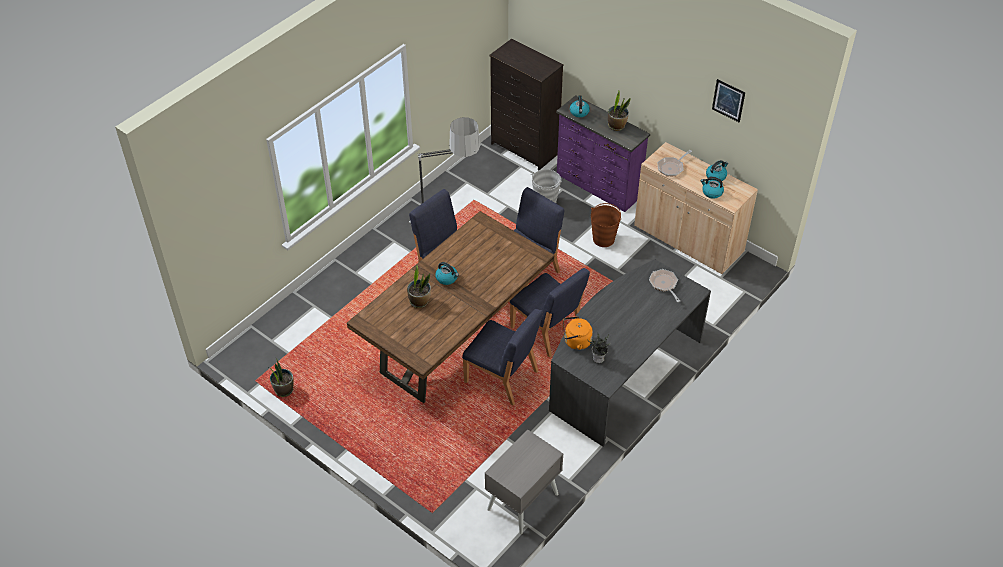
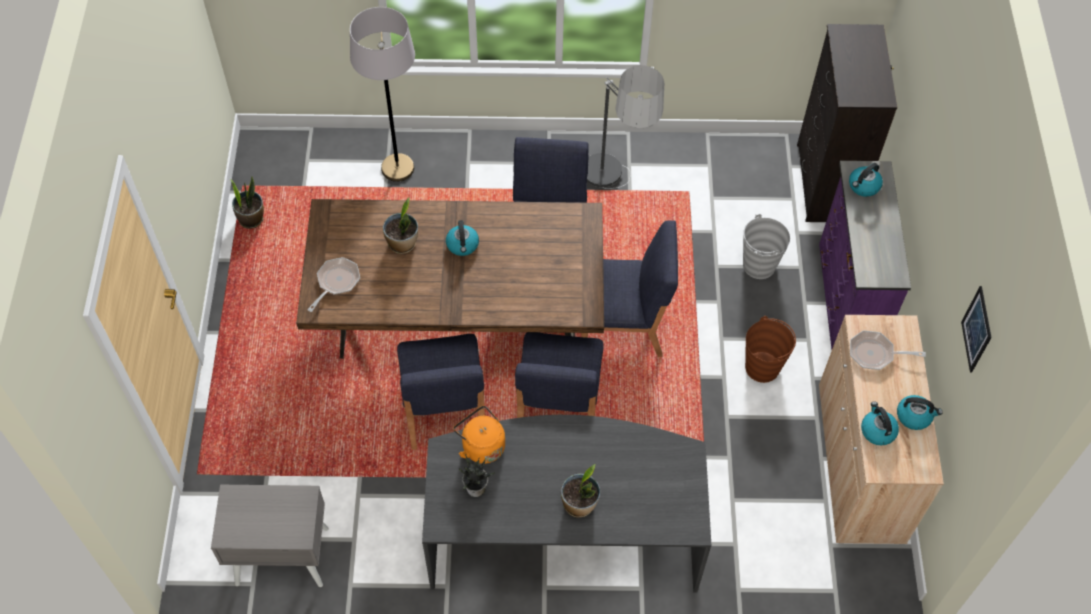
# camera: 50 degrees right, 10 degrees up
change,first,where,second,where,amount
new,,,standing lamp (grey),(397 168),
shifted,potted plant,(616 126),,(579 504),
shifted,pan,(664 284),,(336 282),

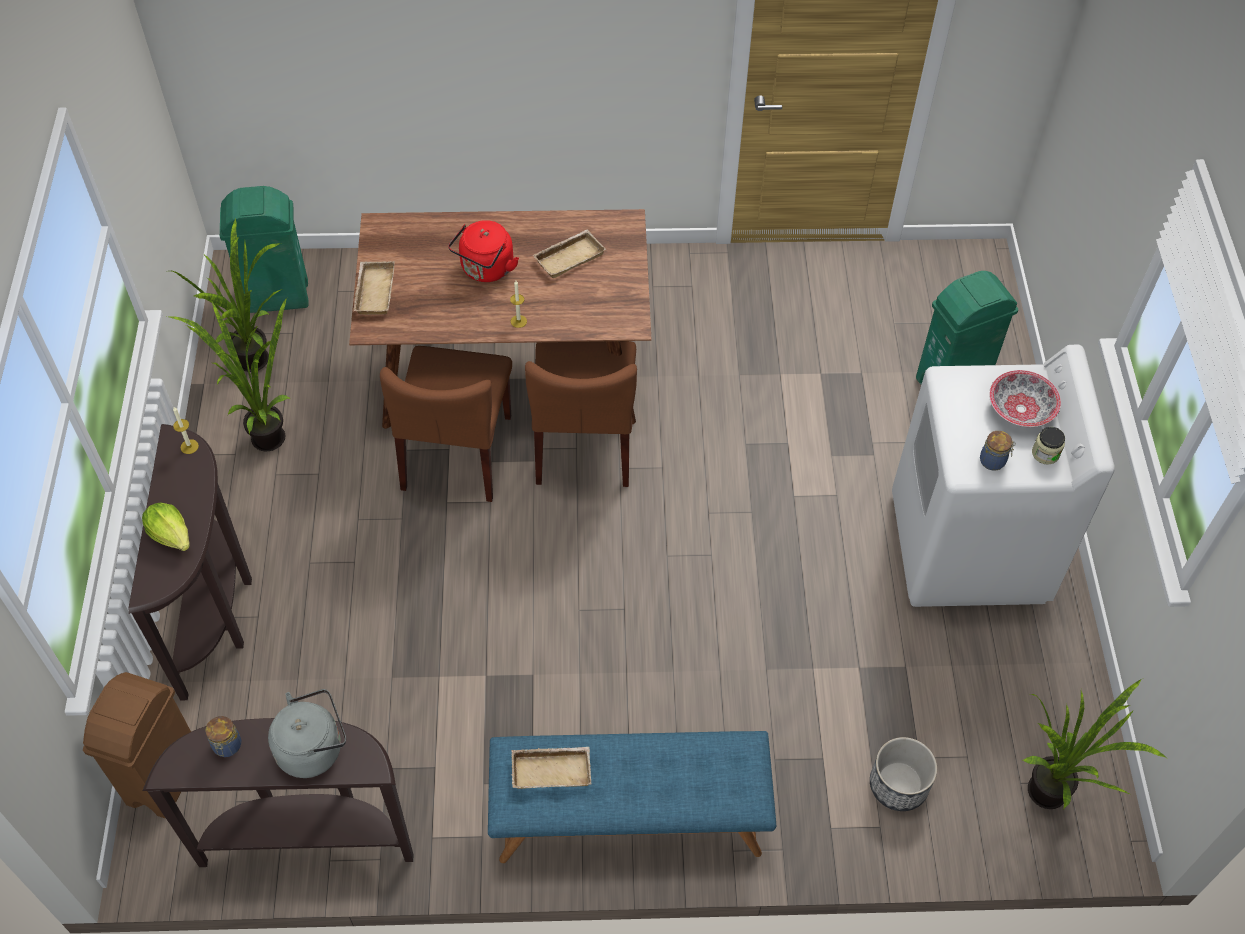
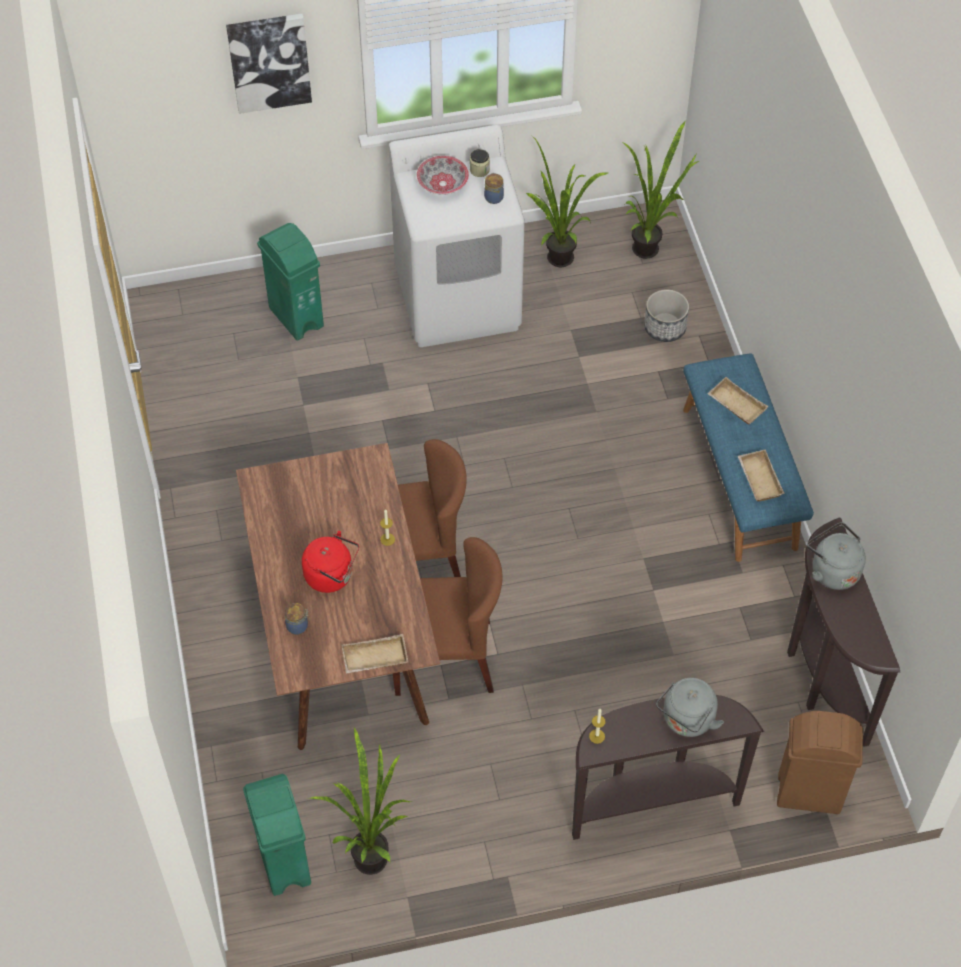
# camera: 100 degrees left, 0 degrees up
change,first,where,second,where,amount
new,,,wall picture,(269 62),
shifted,potted plant,(262 435),,(557 263),
shifted,preserve jar,(227 746),,(298 626),
shifted,tray (sand-coloured),(569 256),,(735 405),
swapped,head of lettuce,(171 535),water kettle (grey),(686 721),

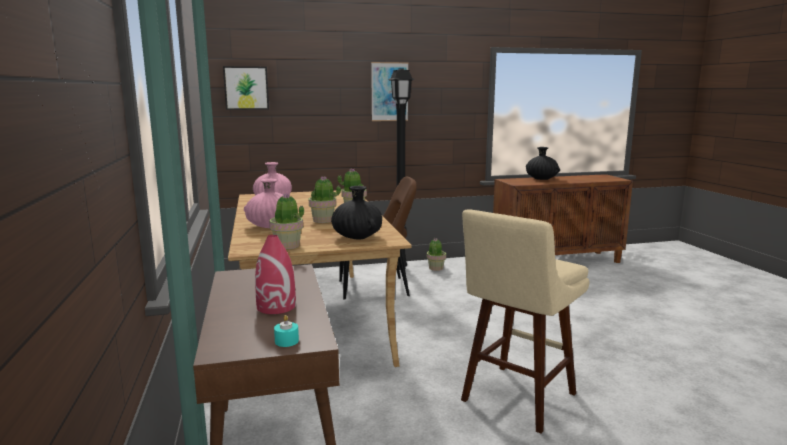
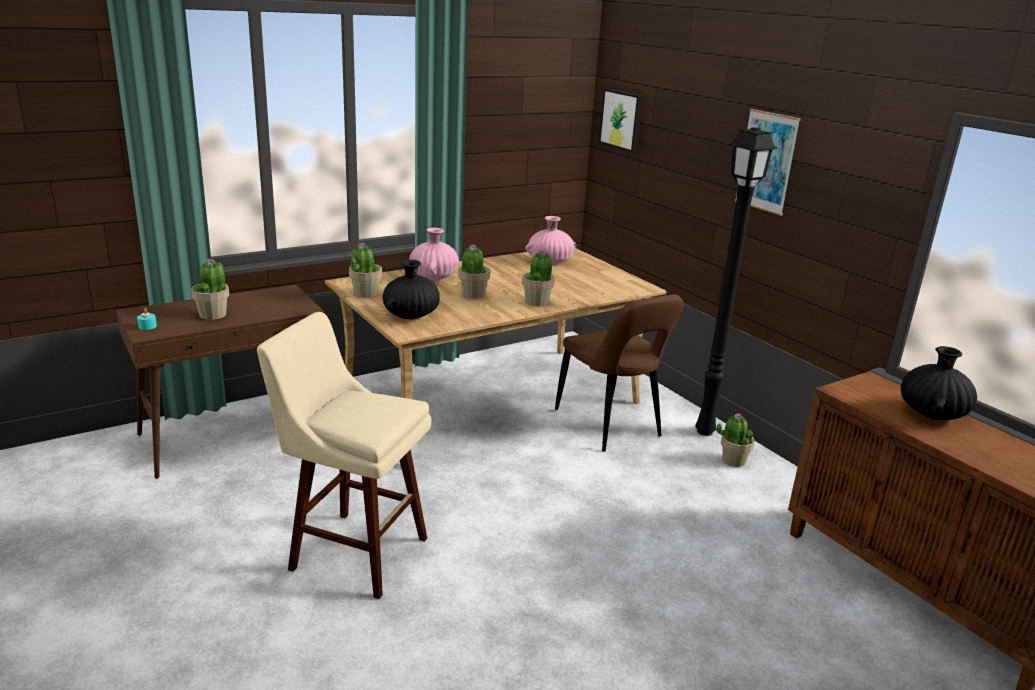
# camera: 70 degrees right, 10 degrees up
change,first,where,second,where,amount
swapped,vase (reddish),(276 307),potted plant,(213 314),

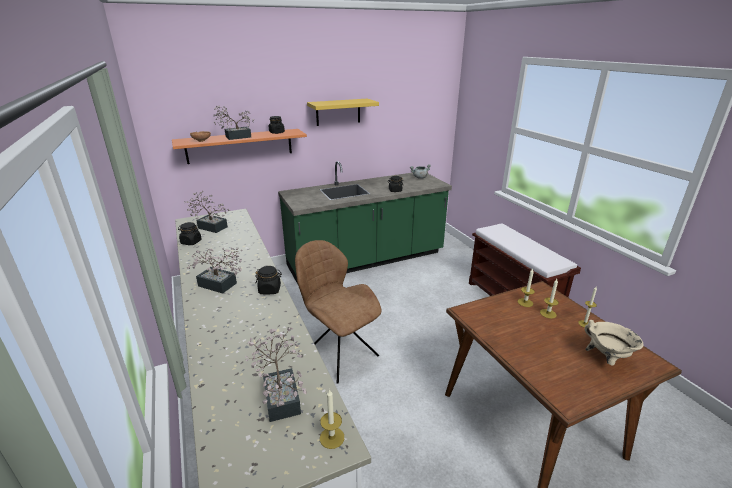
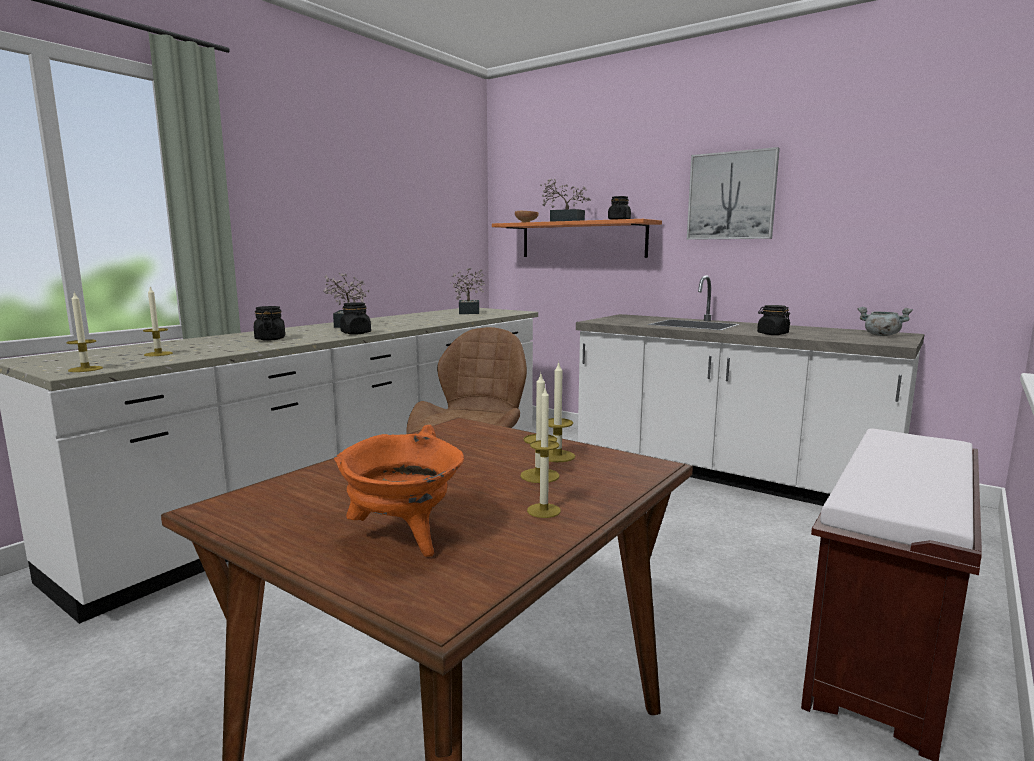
# camera: 60 degrees right, 15 degrees down
change,first,where,second,where,amount
shifted,preserve jar (black-coloured),(191 242),,(270 339),
swapped,potted plant,(282 395),candle,(158 354),
swapped,shelf (yellow),(338 112),wall picture,(731 196),
repainted,kitchen base unit (green),(366 260),kitchen base unit (white-coloured),(726 474),
repainted,saucepot (sand-coloured),(606 359),saucepot (orange-coloured),(403 538),

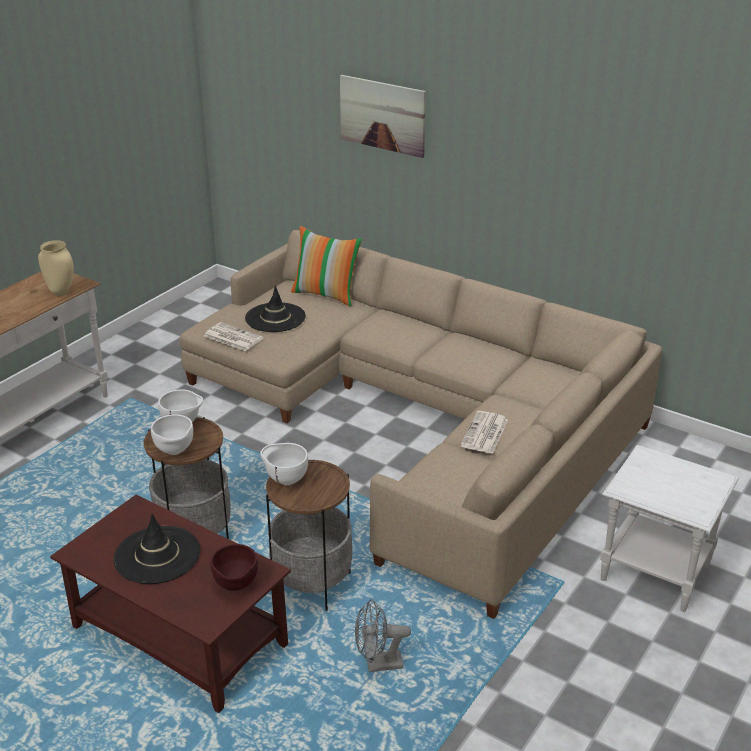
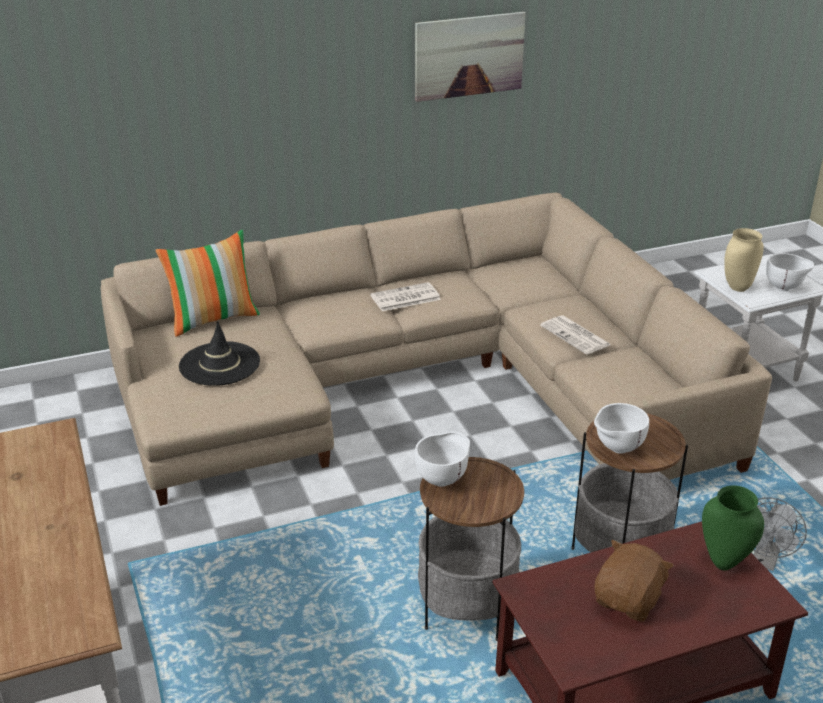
# camera: 55 degrees left, 0 degrees up
change,first,where,second,where,amount
shifted,vase (sand-coloured),(61 292),,(737 287),
shifted,deep dish (white-coloured),(175 452),,(785 288),
shifted,newspaper,(232 337),,(404 298),
shifted,wall picture,(382 115),,(469 56),
swapped,hat (black-coloured),(157 555),plush toy (brownish),(629 600),
swapped,deep dish (brownish),(236 587),vase (green),(724 562),

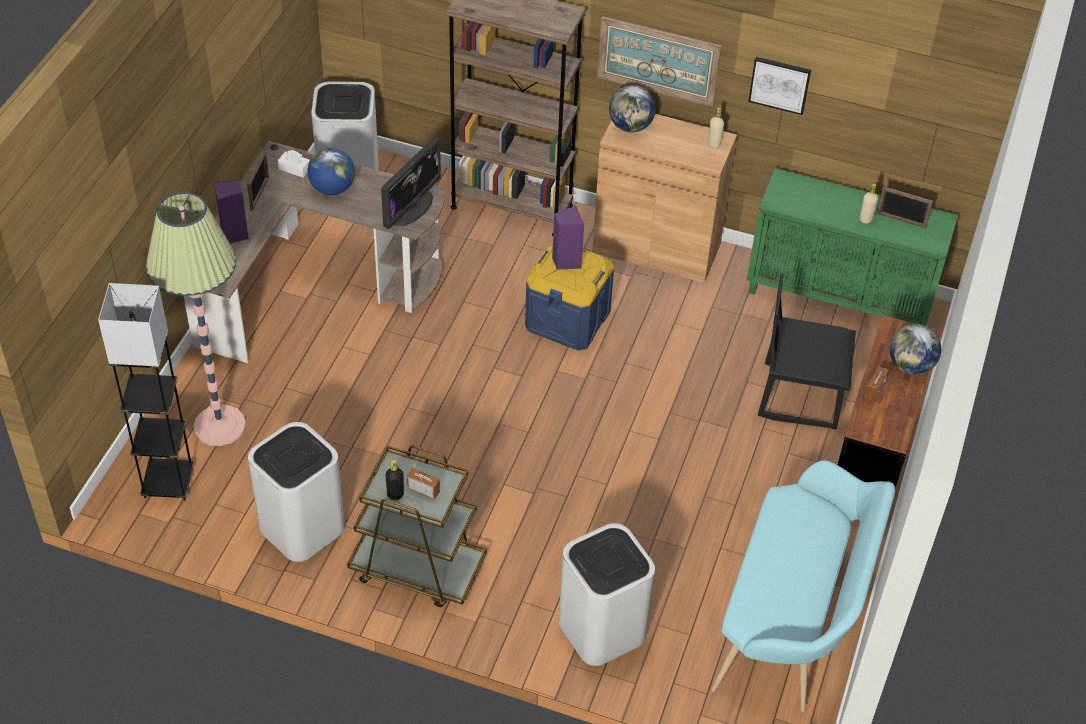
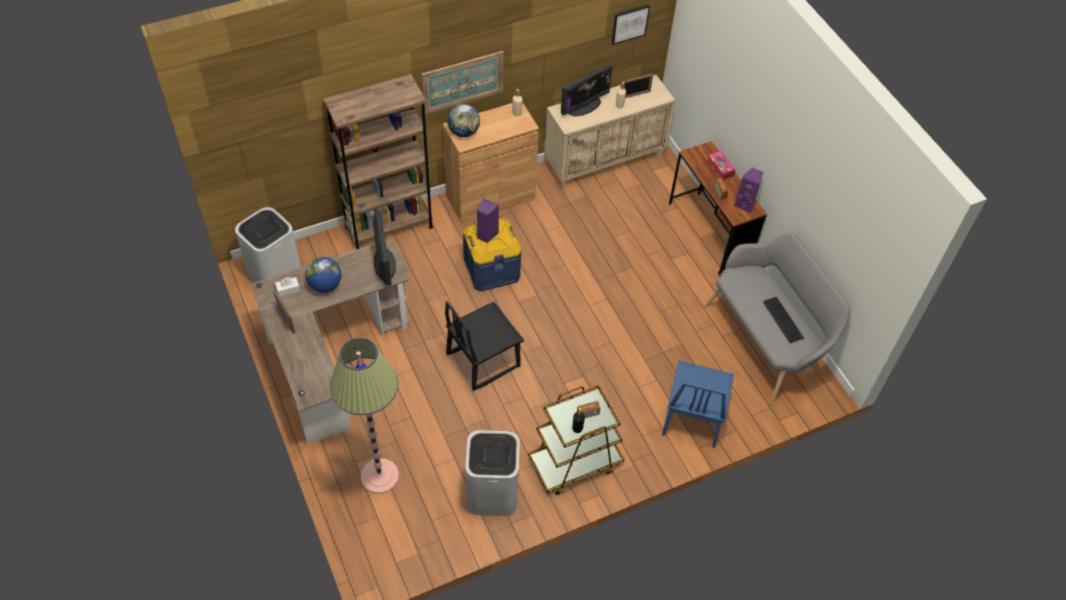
# camera: 45 degrees left, 5 degrees up
change,first,where,second,where,amount
gone,standing lamp (grey),(168 483),,,
new,,,computer screen,(584 106),
new,,,keyboard,(783 319),
shifted,audio speaker (purple-coloured),(234 235),,(745 205),
shifted,wall picture,(779 84),,(629 23),
shifted,chair (black-coloured),(800 395),,(482 360),
swapped,rubbish bin (white-coloured),(601 628),chair (blue-coloured),(692 417),
swapped,desk globe,(910 366),tissue box,(720 168),
repainted,long seat (turquoise-coloured),(792 624),long seat (grey),(766 342),
repainted,storage cabinet (green),(840 297),storage cabinet (sand-coloured),(604 160),

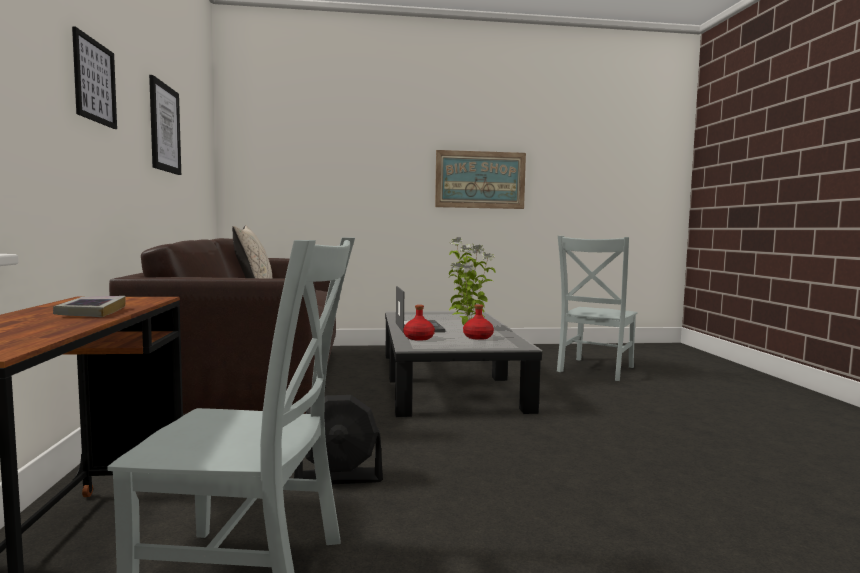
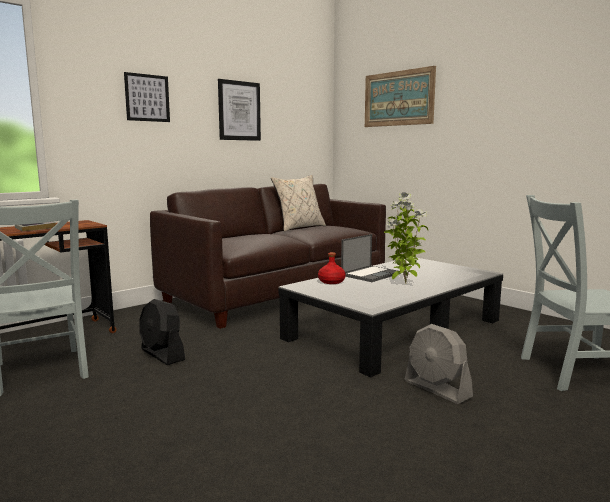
# camera: 55 degrees right, 5 degrees up
change,first,where,second,where,amount
gone,beverage bottle (reddish),(477 337),,,
new,,,electric fan (grey),(437 389),
shifted,wall picture,(480 180),,(398 98),

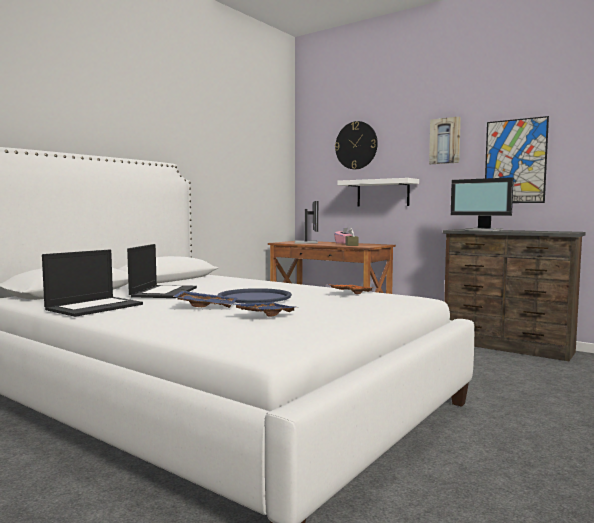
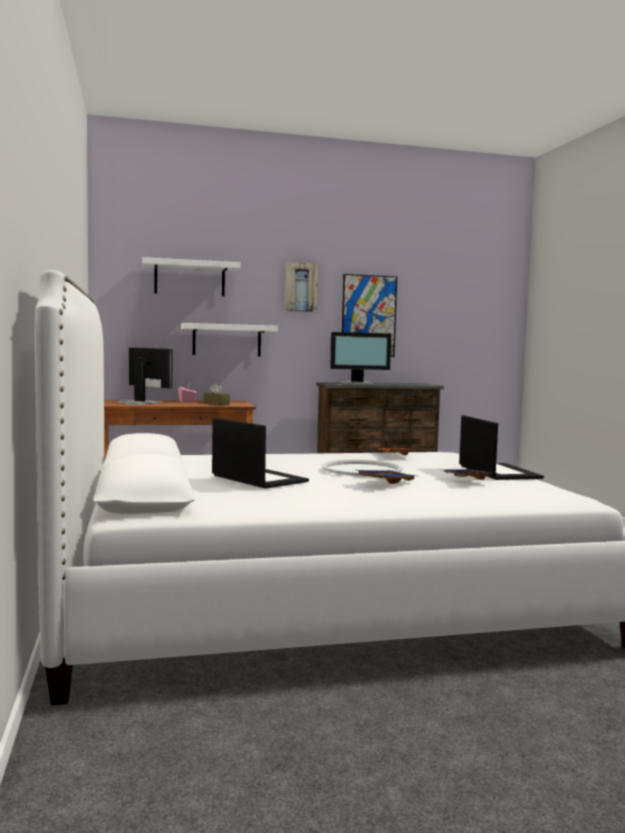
# camera: 50 degrees left, 0 degrees up
change,first,where,second,where,amount
shifted,laptop,(95 307),,(497 472),
swapped,clock on the wall,(356 145),shelf (white-coloured),(189 279),
repainted,tray (blue-coloured),(254 297),tray (white-coloured),(362 469),

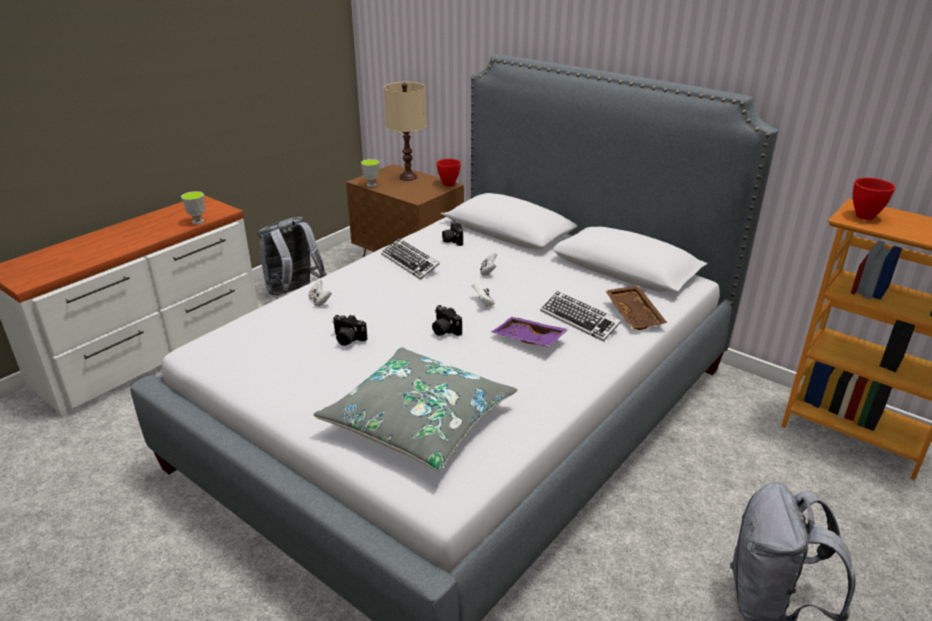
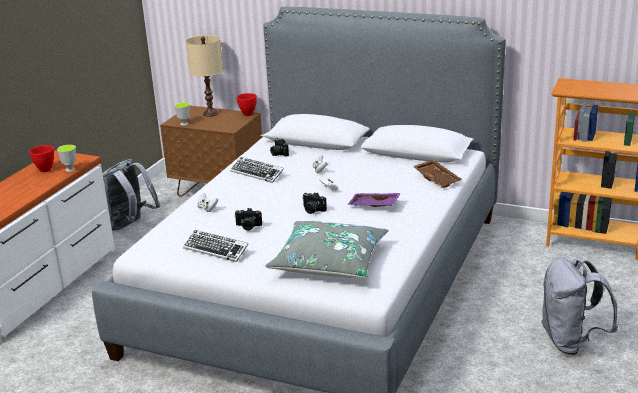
# camera: 15 degrees left, 5 degrees down
change,first,where,second,where,amount
shifted,keyboard,(579 320),,(216 249),
shifted,deep dish (reddish),(865 217),,(45 170),

